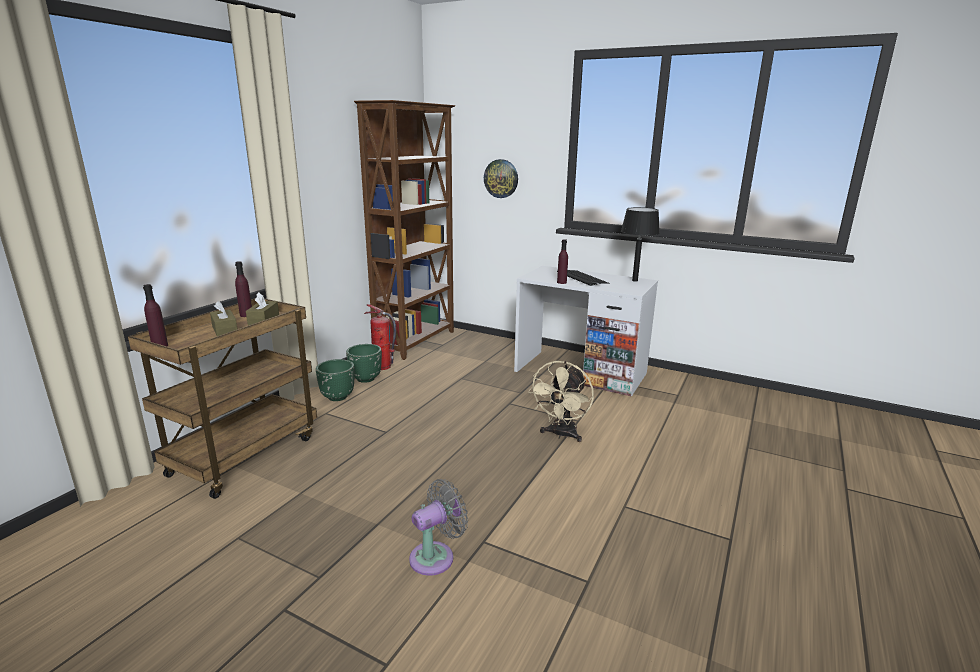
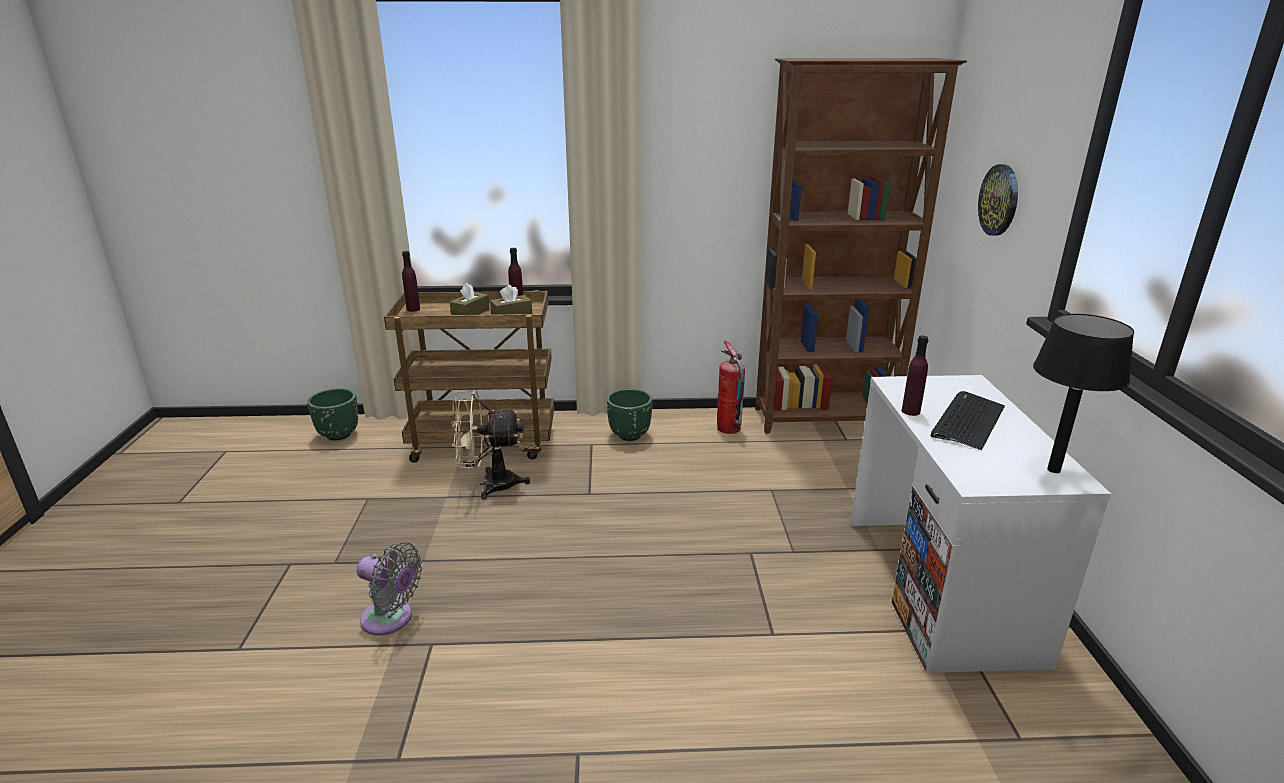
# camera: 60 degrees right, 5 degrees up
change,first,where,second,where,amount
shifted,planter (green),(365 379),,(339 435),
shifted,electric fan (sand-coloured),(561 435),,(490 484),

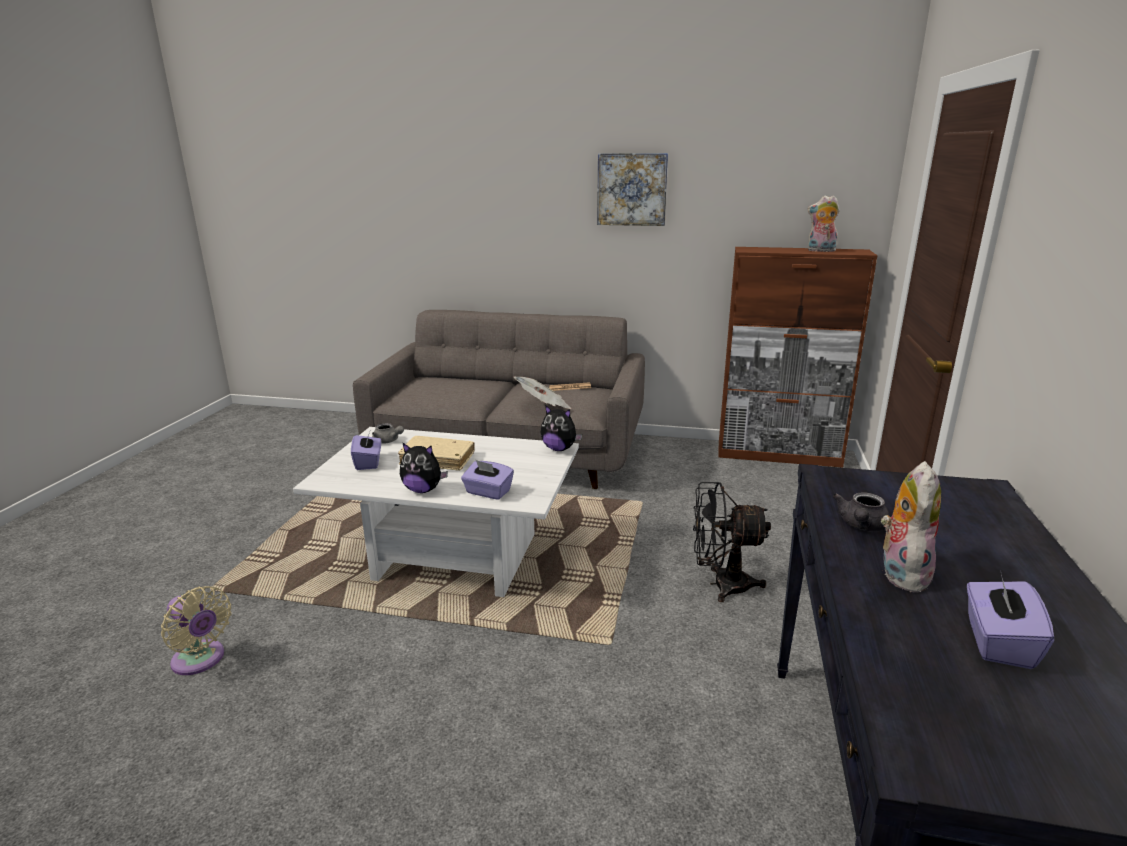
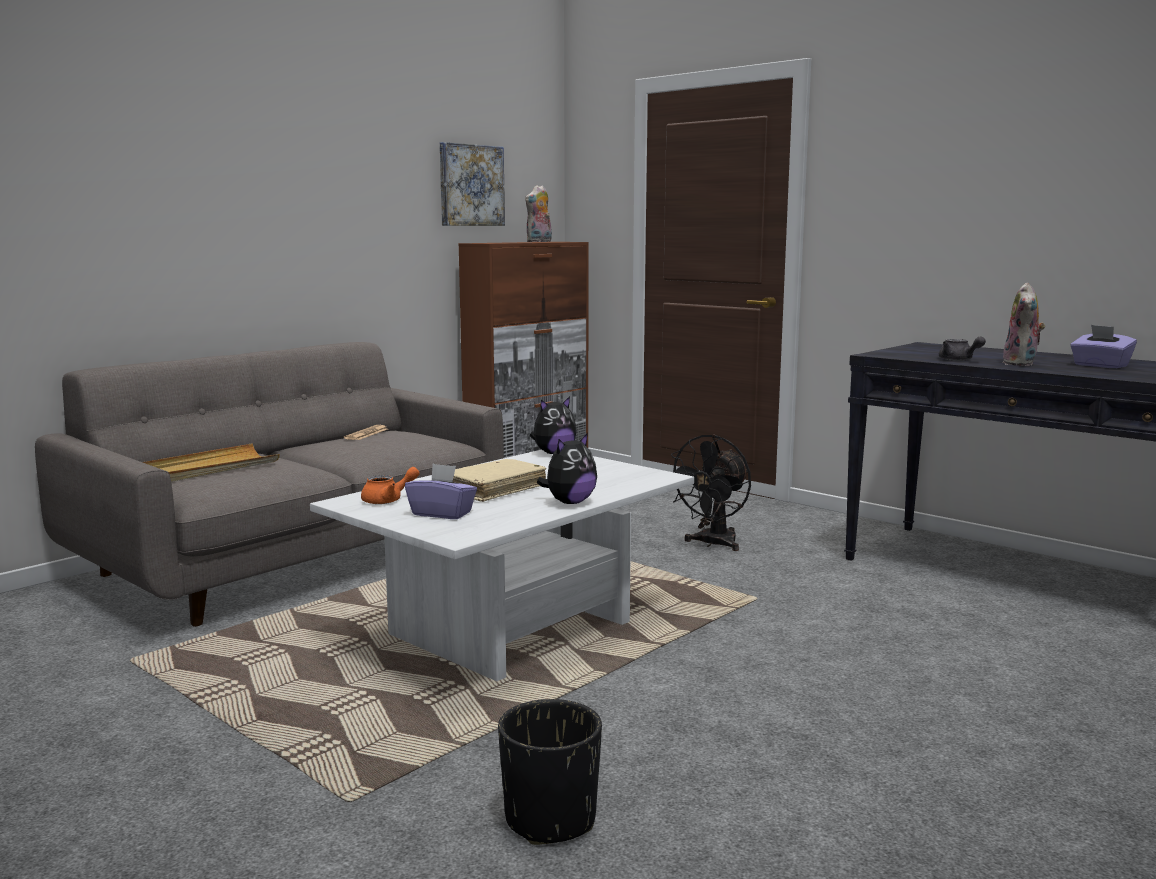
# camera: 60 degrees left, 10 degrees down
change,first,where,second,where,amount
gone,tissue box (purple-coloured),(488 492),,,
gone,newspaper,(543 407),,,
new,,,tray (sand-coloured),(209 468),
shifted,wall picture,(632 189),,(470 185),
swapped,electric fan (sand-coloured),(201 660),planter (black-coloured),(550 820),
repainted,tea pot (grey),(388 441),tea pot (orange-coloured),(388 500),
rotated,plush toy,(900 572),,(1022 364),120 degrees counterclockwise

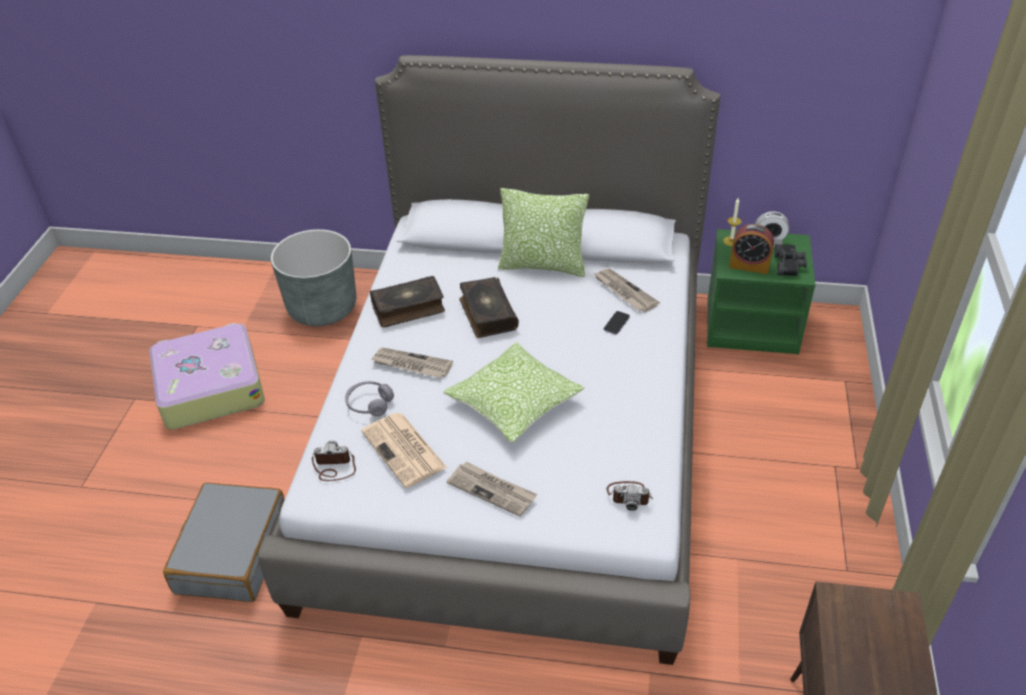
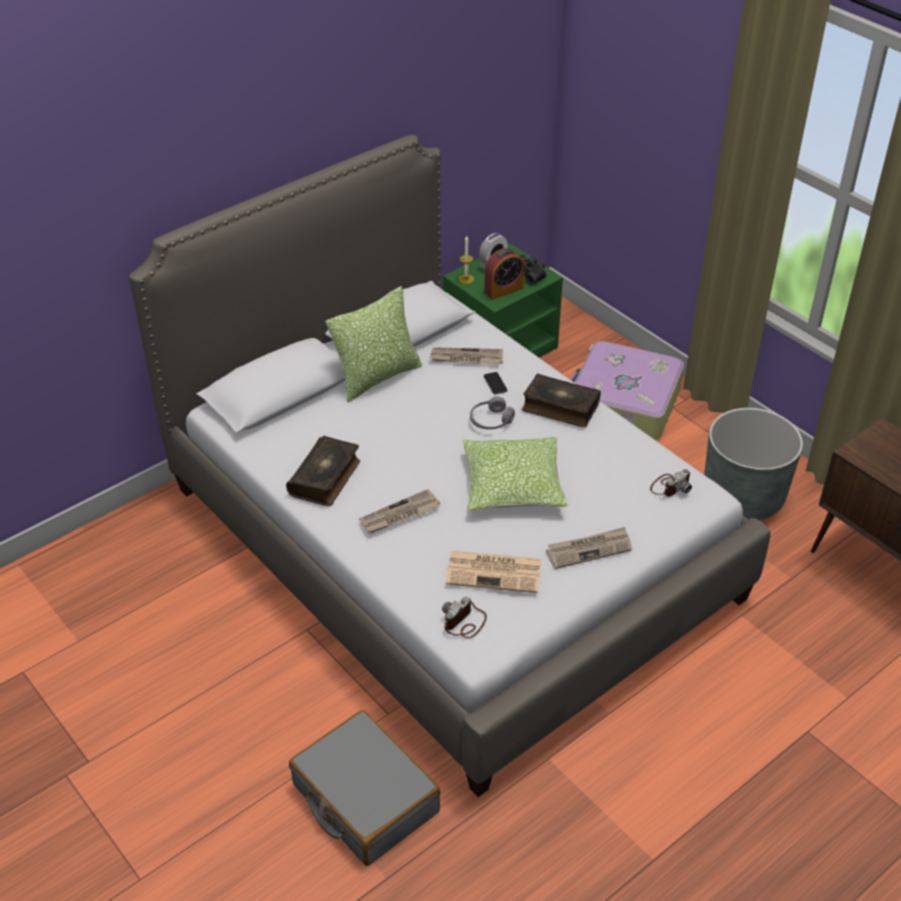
# camera: 50 degrees left, 0 degrees up
change,first,where,second,where,amount
shifted,piece of luggage,(210 387),,(622 404),
shifted,planter (grey),(322 307),,(743 497),
shifted,headphones (grey),(369 404),,(491 421),
shifted,book,(487 314),,(560 407),

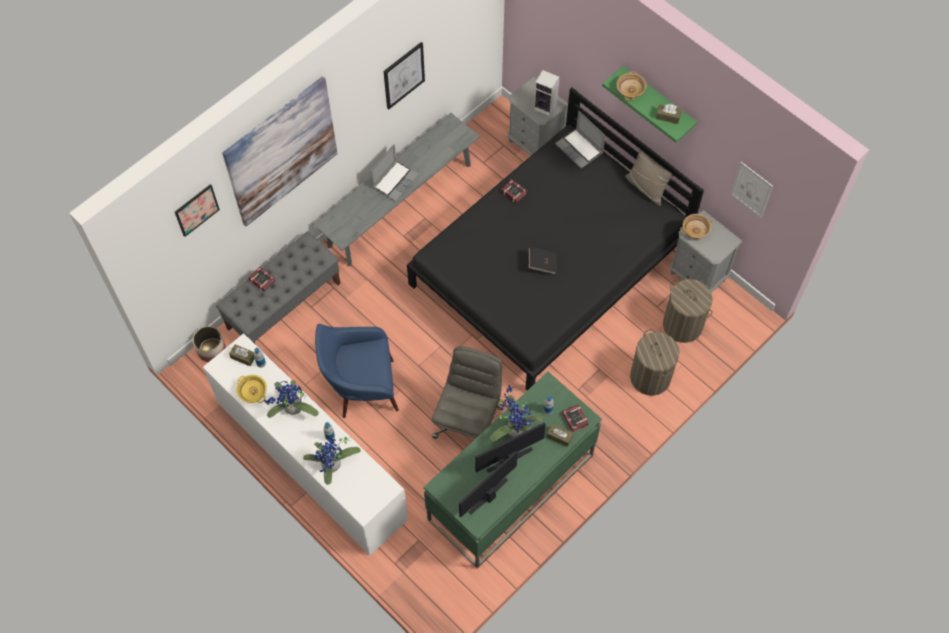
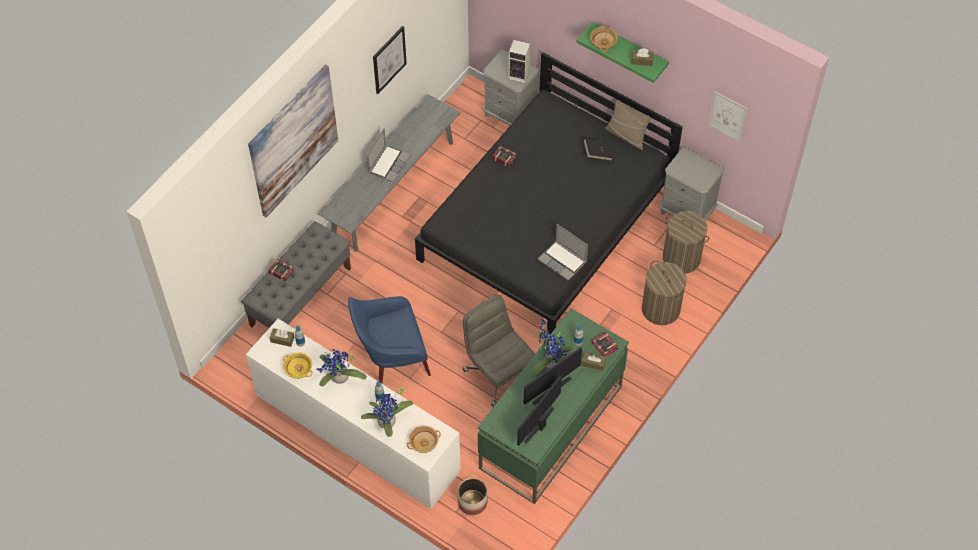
# camera: 10 degrees left, 5 degrees down
change,first,where,second,where,amount
gone,wall picture,(196 210),,,
shifted,planter,(211 350),,(472 502),
shifted,book (black-coloured),(542 264),,(597 153),
shifted,laptop,(580 149),,(563 260),
shifted,deep dish (sand-coloured),(695 230),,(424 442),
rotated,computer chair (grey),(468 421),,(498 374),45 degrees counterclockwise

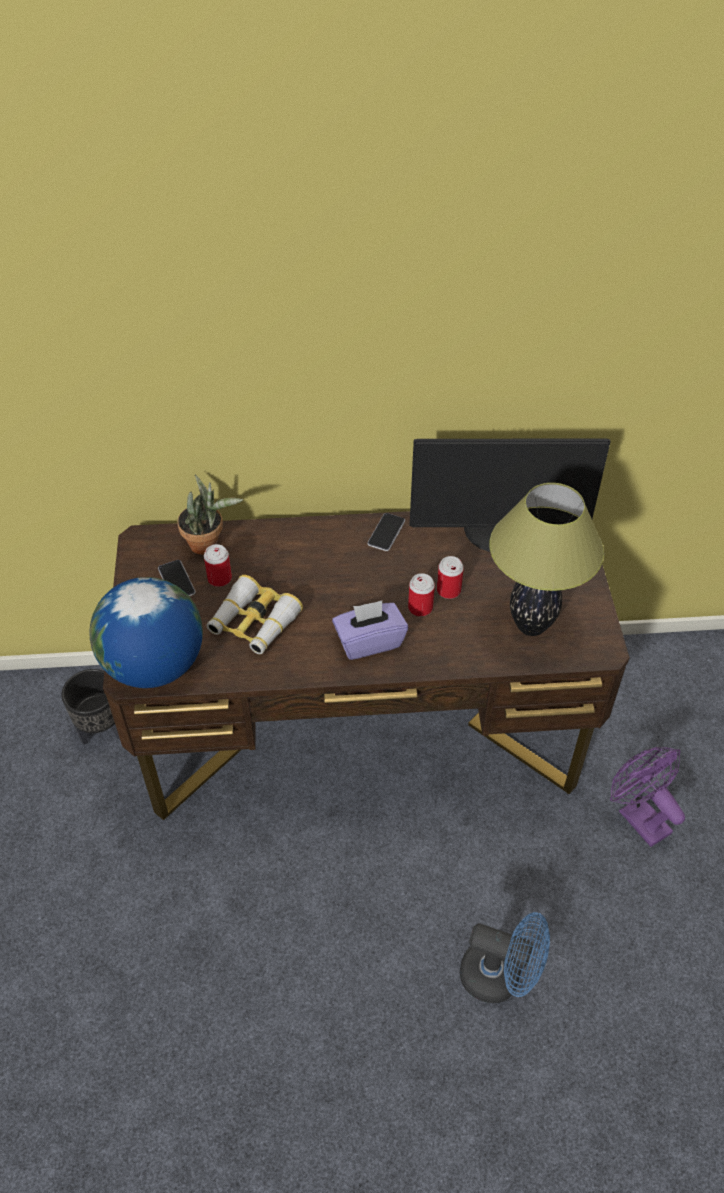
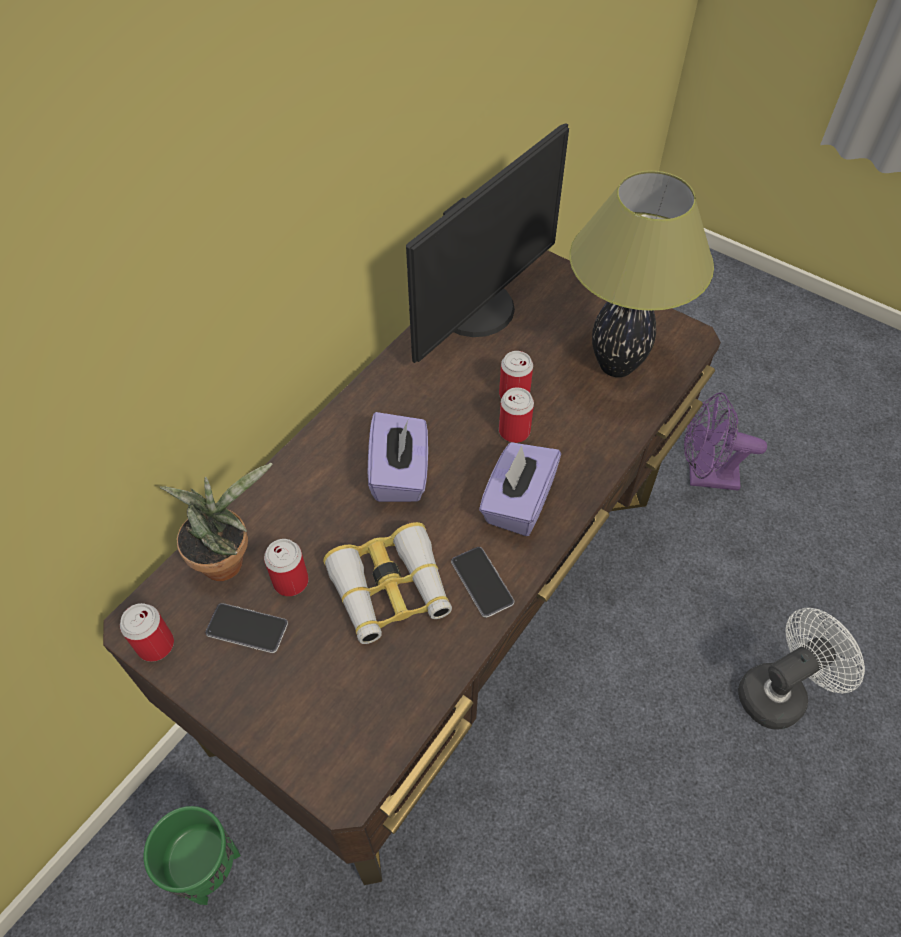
# camera: 50 degrees left, 5 degrees up
change,first,where,second,where,amount
gone,desk globe,(154 665),,,
new,,,can,(155 645),
new,,,tissue box (purple-coloured),(400 474),
shifted,telephone,(386 533),,(482 582),
repainted,planter (black-coloured),(102 730),planter (green),(208 868),
repainted,electric fan (blue-coloured),(500 977),electric fan (white-coloured),(779 692),

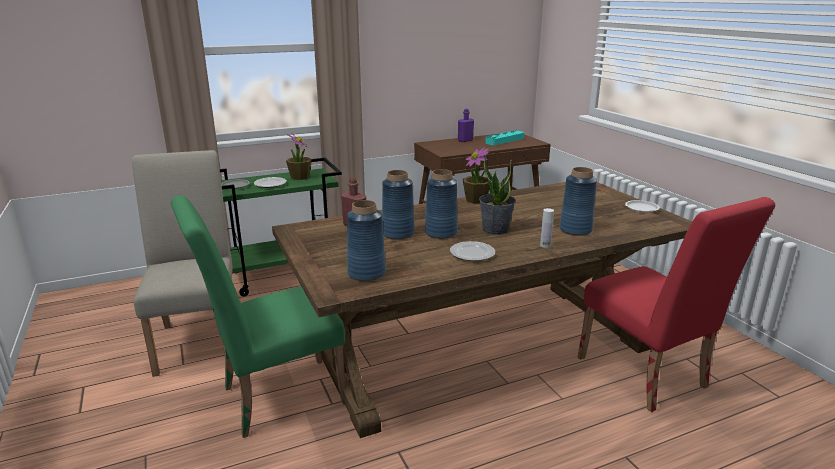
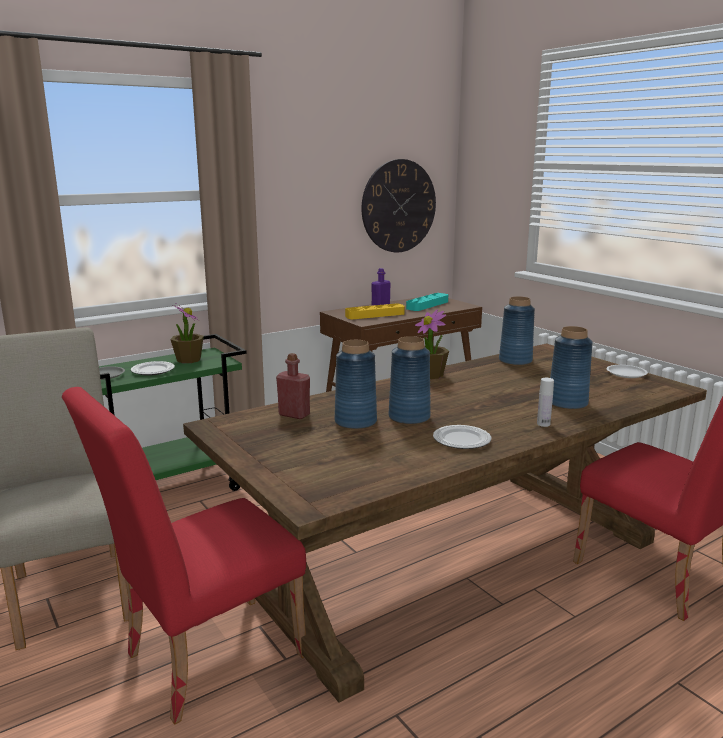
# camera: 10 degrees left, 5 degrees down
change,first,where,second,where,amount
gone,potted plant,(495 230),,,
new,,,tray (yellow),(375 315),
new,,,clock on the wall,(399 206),
shifted,vase (blue-coloured),(366 273),,(515 361),
repainted,chair (green),(274 397),chair (reddish),(203 659),

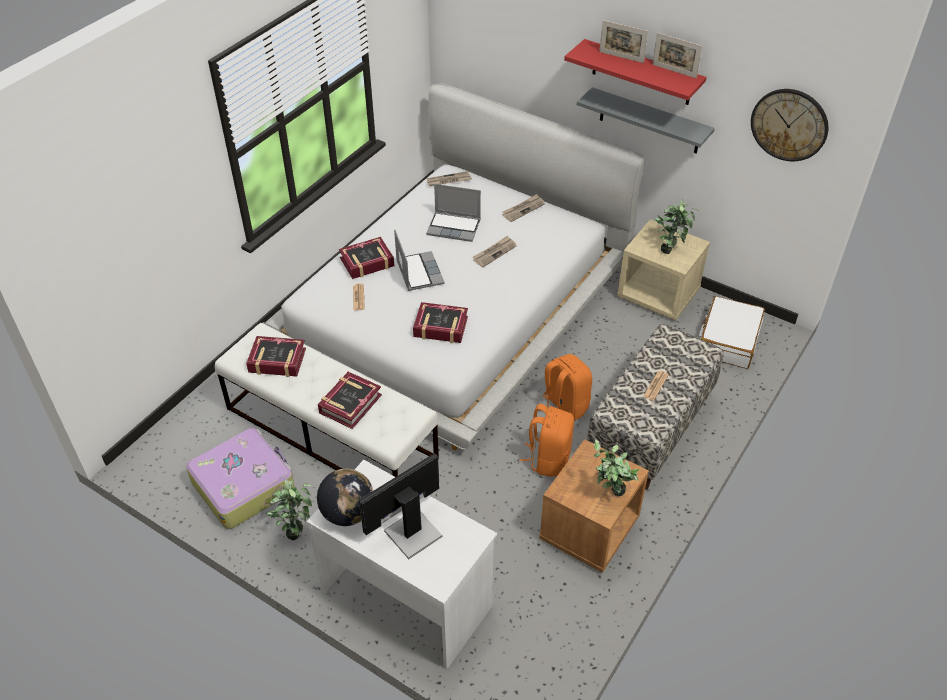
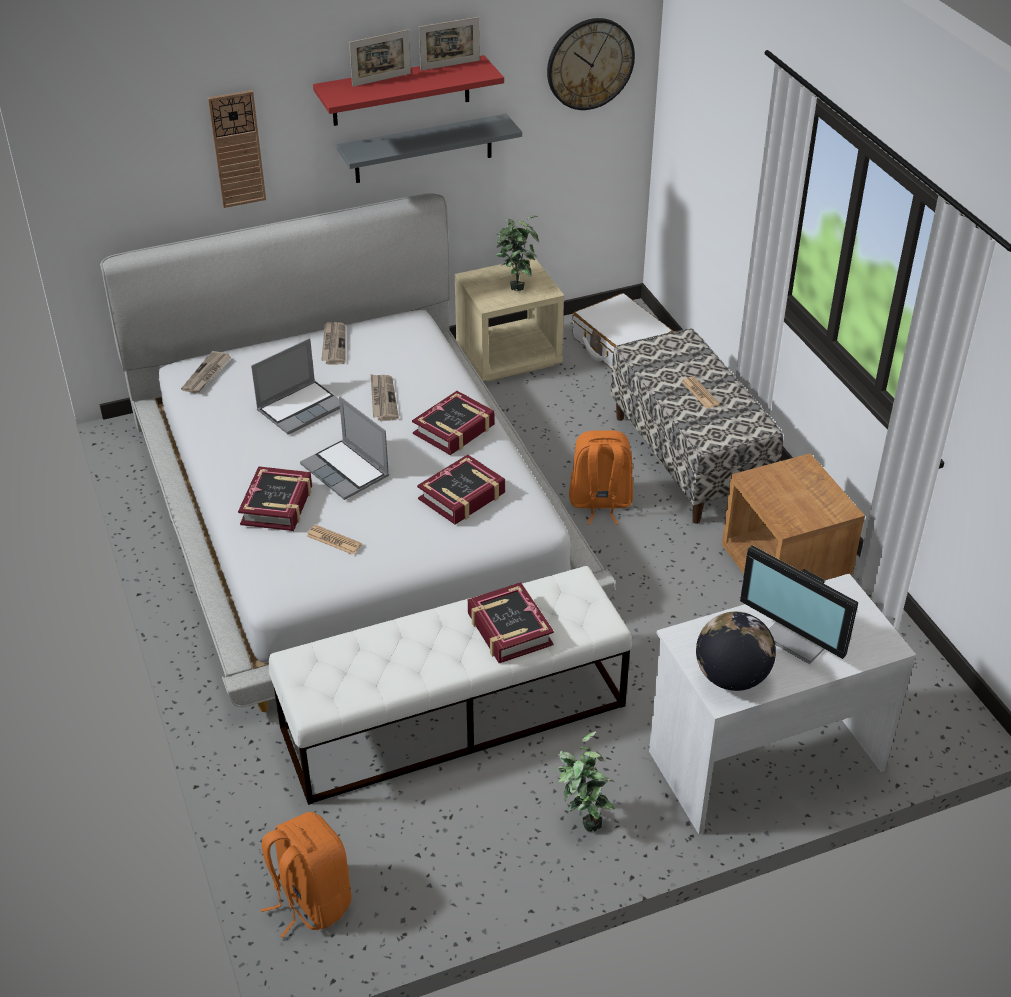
# camera: 55 degrees left, 5 degrees down
change,first,where,second,where,amount
gone,piece of luggage,(244 485),,,
gone,potted plant,(610 494),,,
new,,,clock on the wall,(237 149),
shifted,book,(277 361),,(454 429),
shifted,knapsack (orange-coloured),(548 459),,(310 900),
rotated,computer screen,(411 532),,(800 638),45 degrees counterclockwise
rotated,laptop,(418 272),,(346 471),150 degrees counterclockwise

